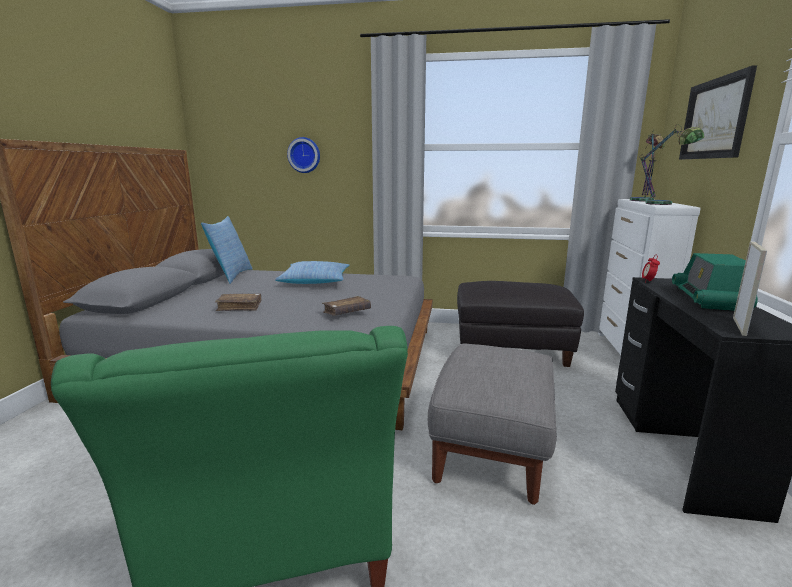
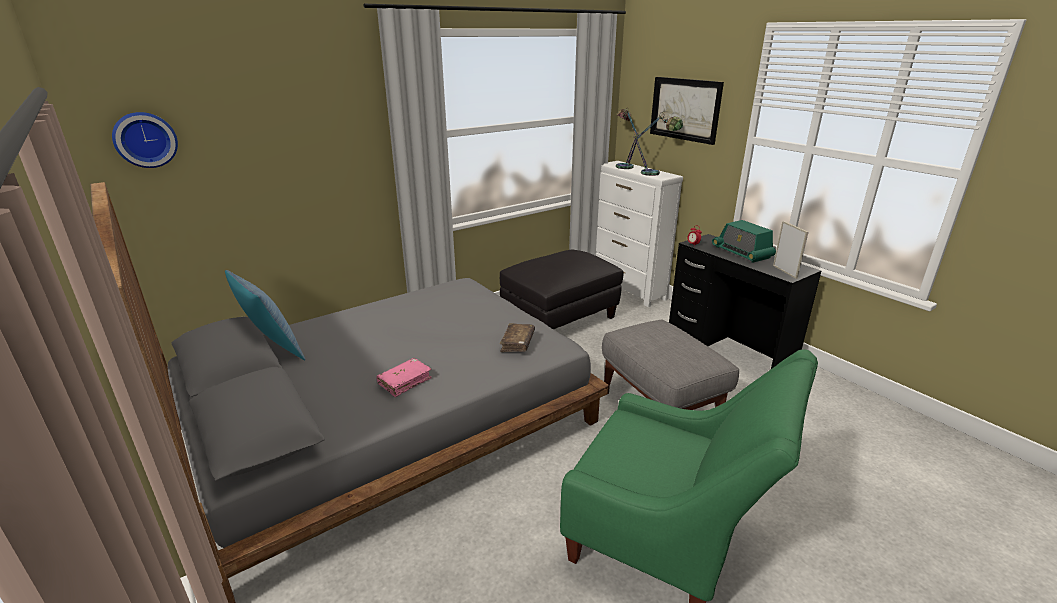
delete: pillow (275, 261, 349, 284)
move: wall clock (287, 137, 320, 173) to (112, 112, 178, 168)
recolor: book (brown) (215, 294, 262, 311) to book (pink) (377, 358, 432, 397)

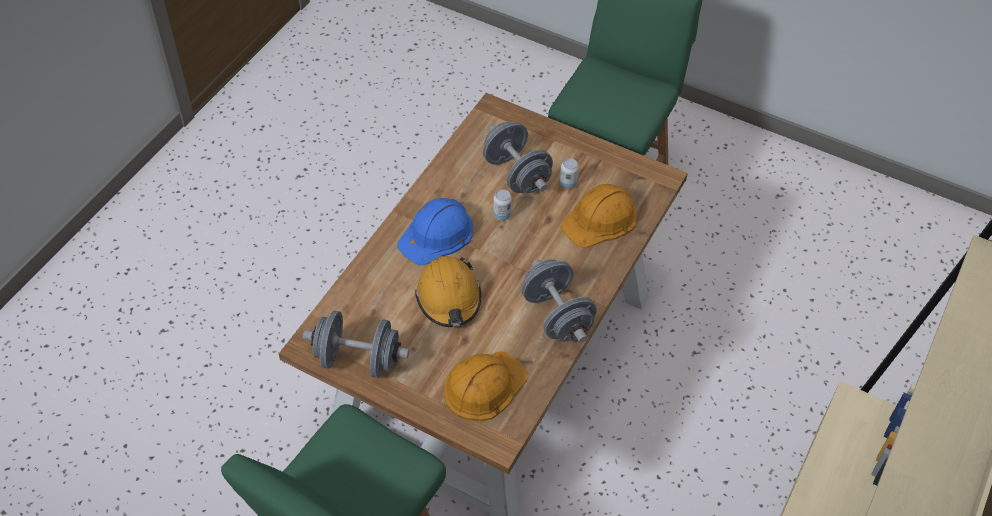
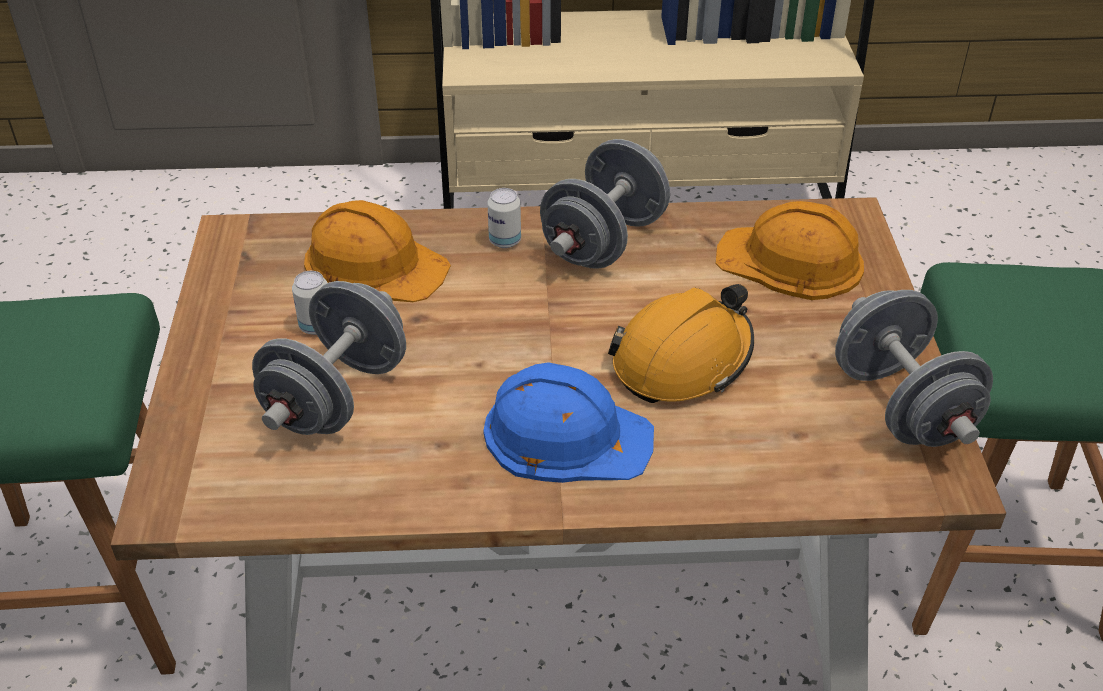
move: can (493, 189, 512, 221) to (487, 188, 521, 248)

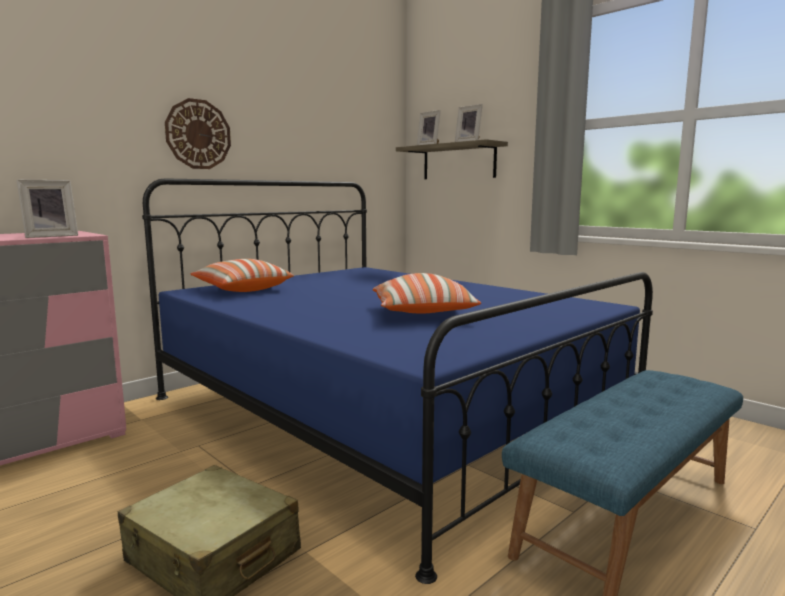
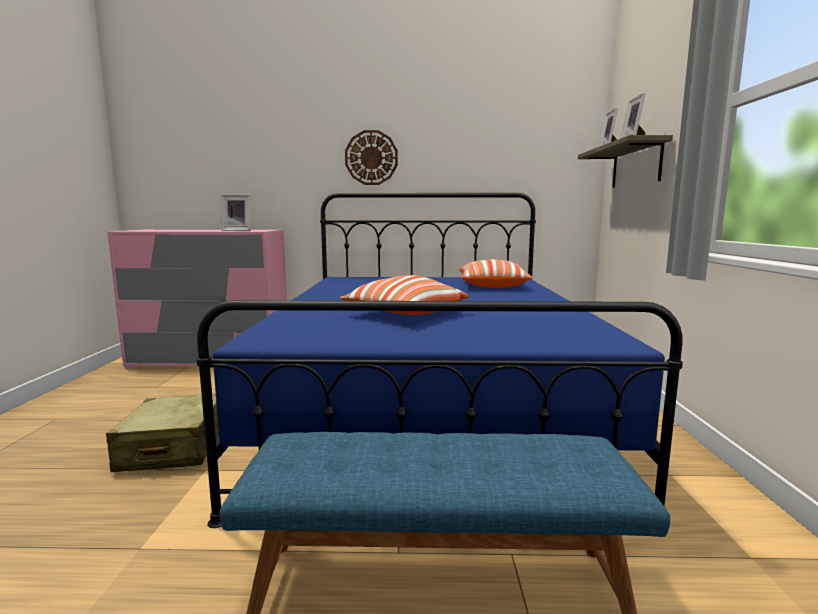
move: pillow (191, 259, 294, 292) to (459, 259, 533, 288)

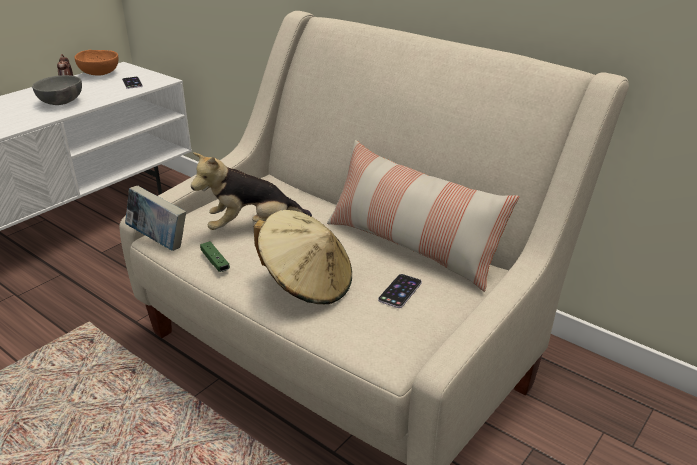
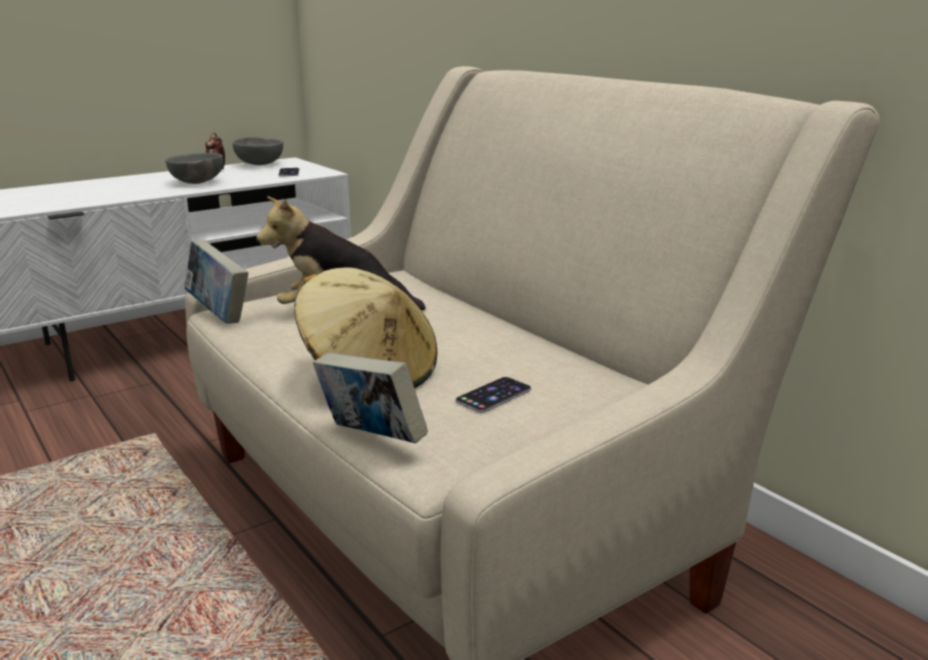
delete: pillow (327, 140, 519, 292); game controller (green) (200, 241, 230, 272)
insert: book (313, 353, 428, 444)
recolor: bowl (orange) (75, 50, 118, 76) to bowl (grey) (233, 137, 283, 165)

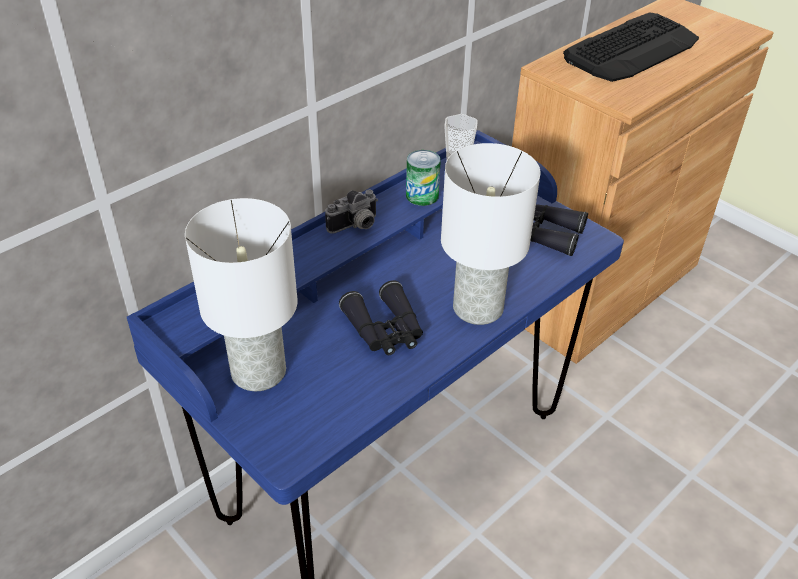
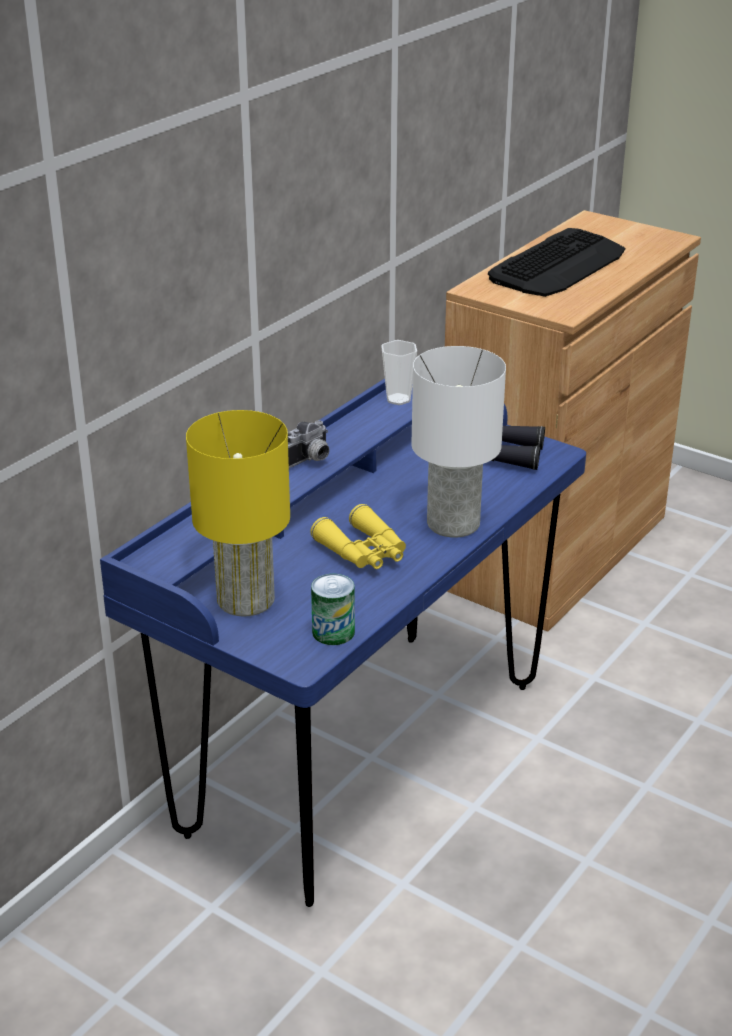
move: can (406, 150, 441, 206) to (311, 574, 355, 645)
recolor: table lamp (white) (185, 198, 298, 391) to table lamp (yellow) (186, 410, 290, 616); binoculars (black) (339, 280, 423, 355) to binoculars (yellow) (311, 504, 406, 569)

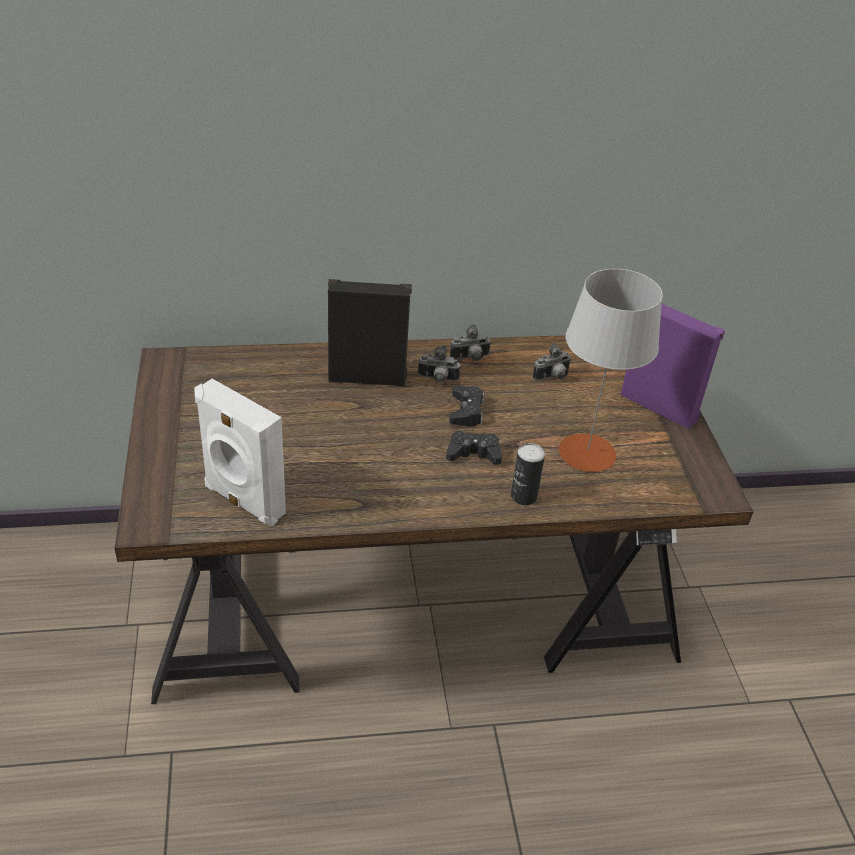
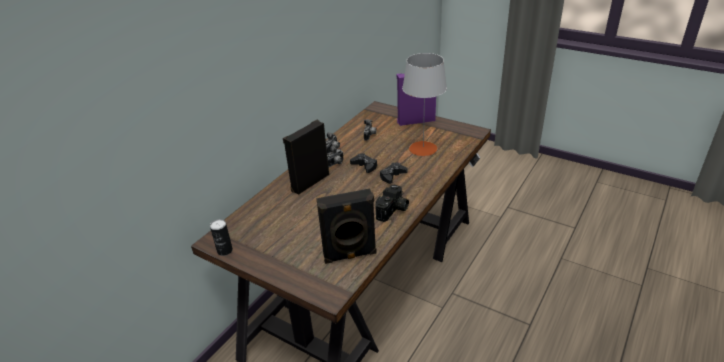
insert: photo camera (375, 184, 409, 222)
move: can (511, 443, 545, 505) to (210, 219, 233, 256)
recolor: speaker (white) (194, 379, 286, 526) to speaker (black) (316, 189, 377, 264)

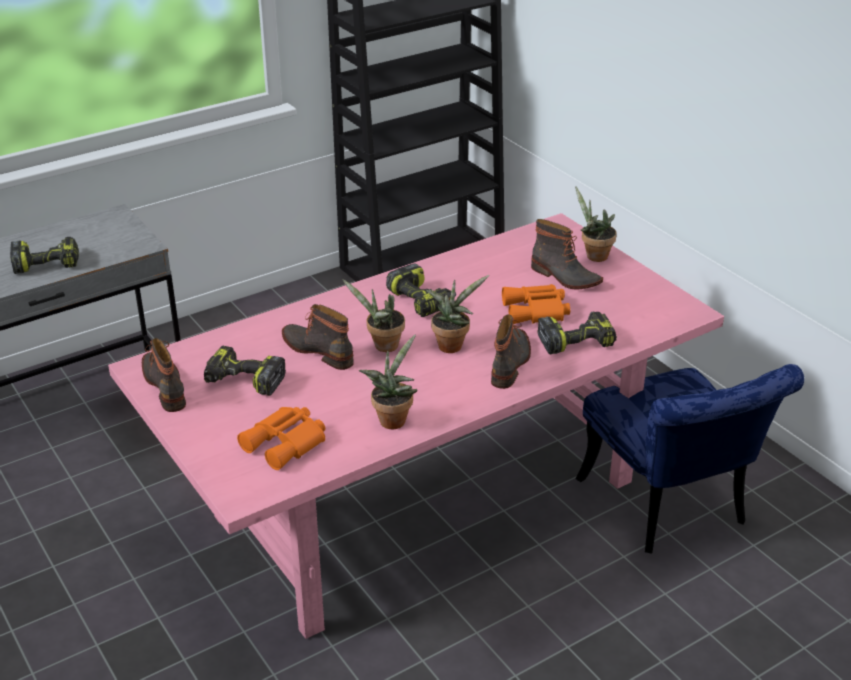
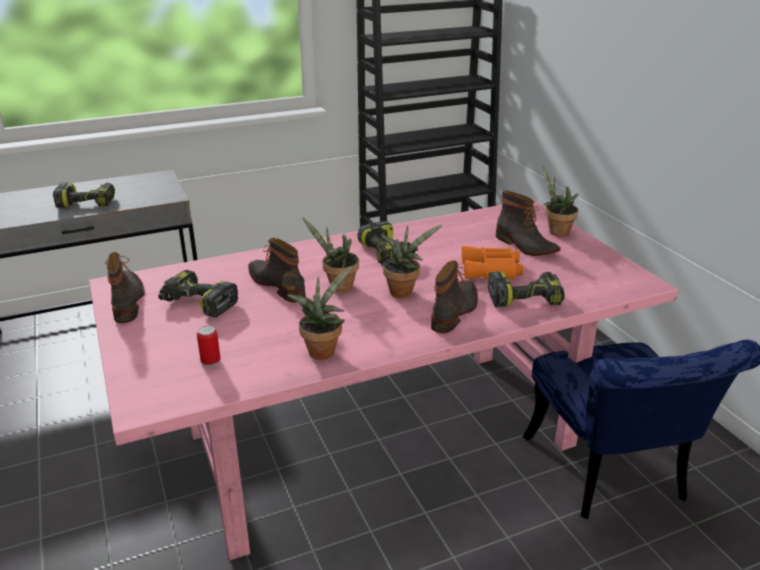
replace: binoculars (orange) (237, 407, 325, 470) to can (197, 325, 220, 367)

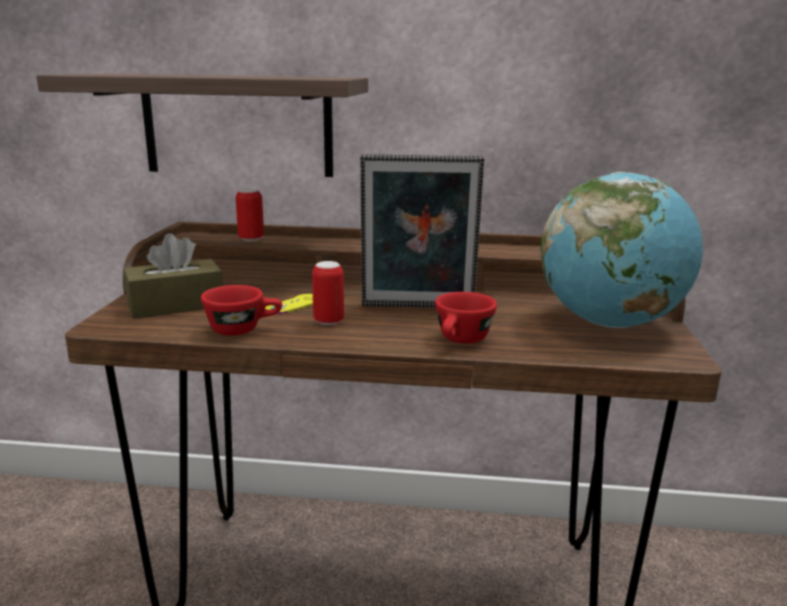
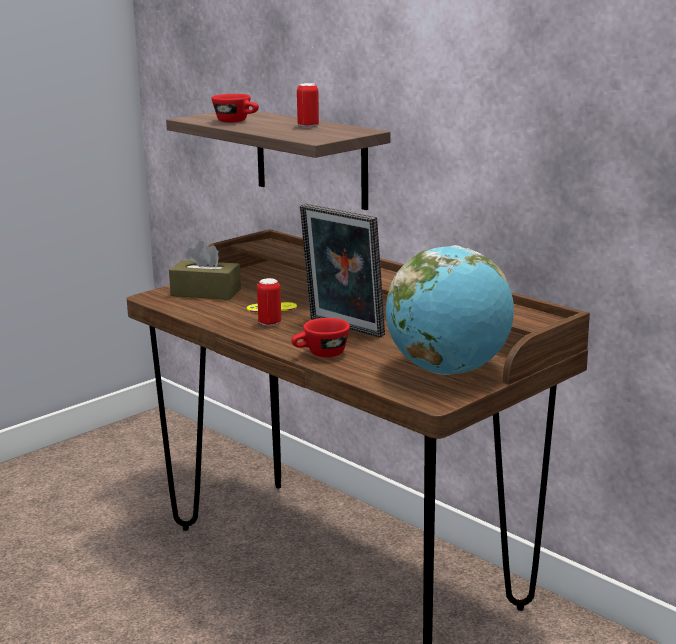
move: can (236, 189, 264, 242) to (297, 83, 319, 128); cup (red) (201, 285, 282, 336) to (211, 94, 259, 123)

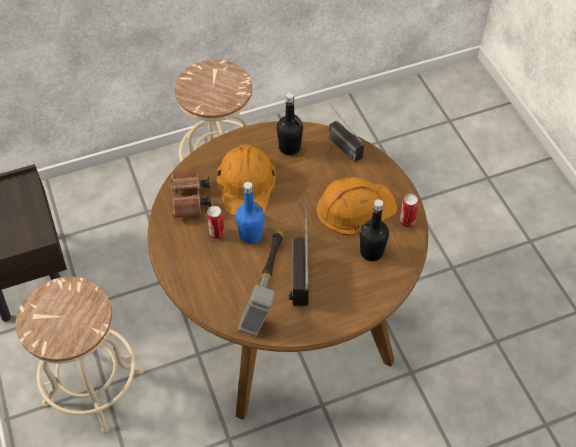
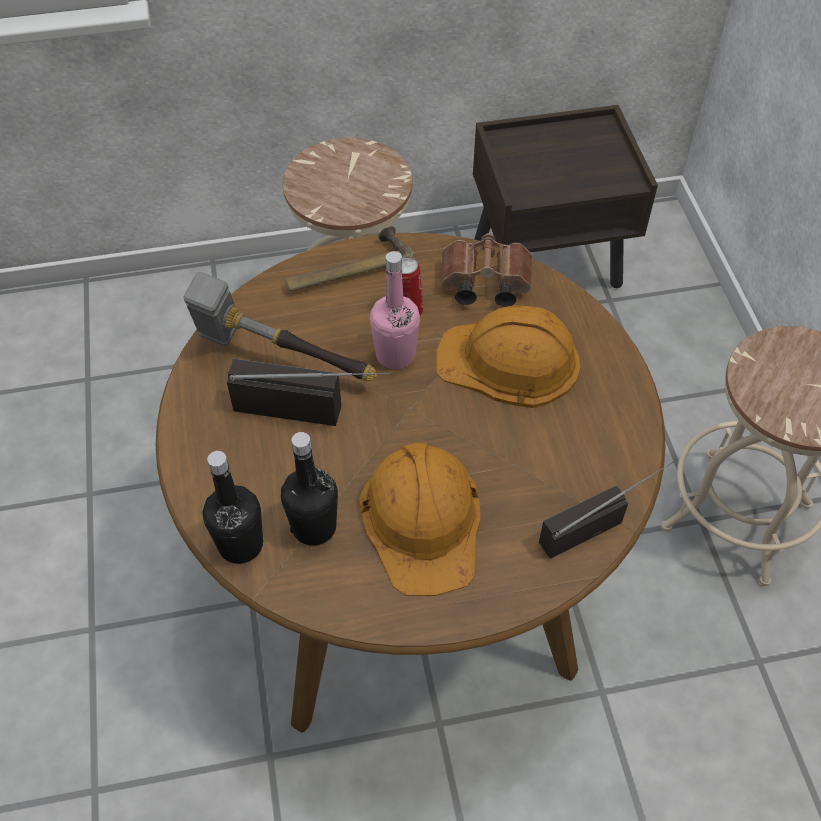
delete: can (400, 194, 419, 227)
insert: hammer (285, 225, 413, 292)
move: bottle (black) (277, 92, 303, 155) to (203, 451, 263, 564)
recolor: bottle (blue) (236, 182, 264, 244) to bottle (pink) (370, 251, 420, 369)

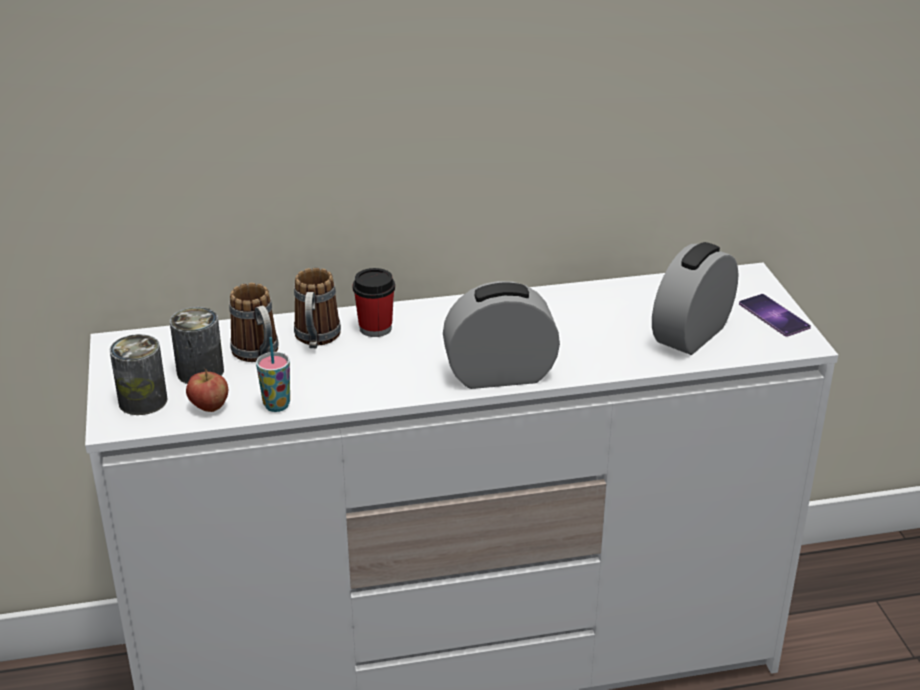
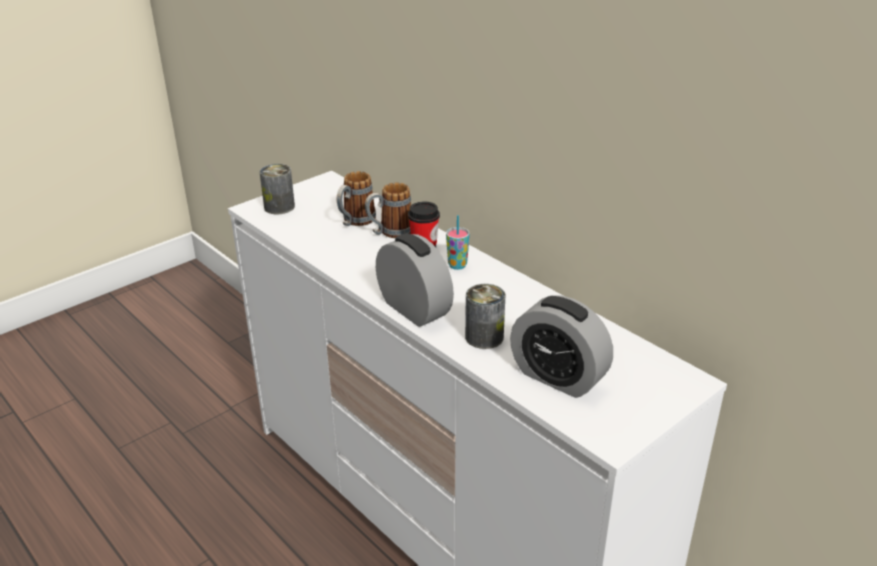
delete: phone (739, 294, 811, 337); apple (186, 369, 228, 412)
move: can (170, 307, 224, 384) to (465, 284, 506, 349); cup (256, 337, 290, 412) to (446, 215, 470, 270)
rotate: alarm clock (652, 242, 739, 355) = (510, 296, 613, 398) 150 degrees counterclockwise

